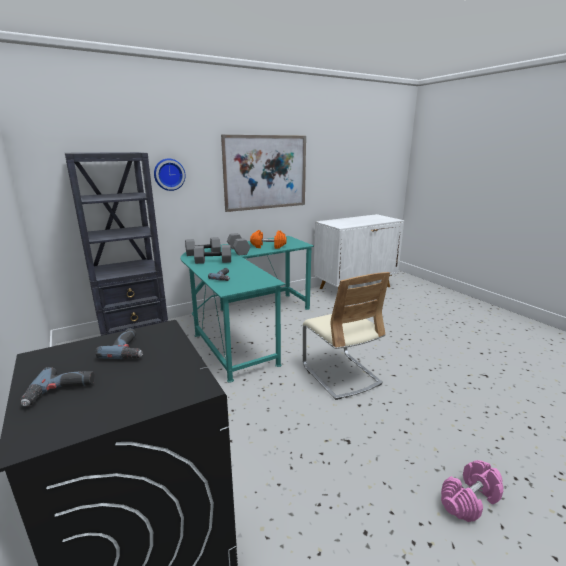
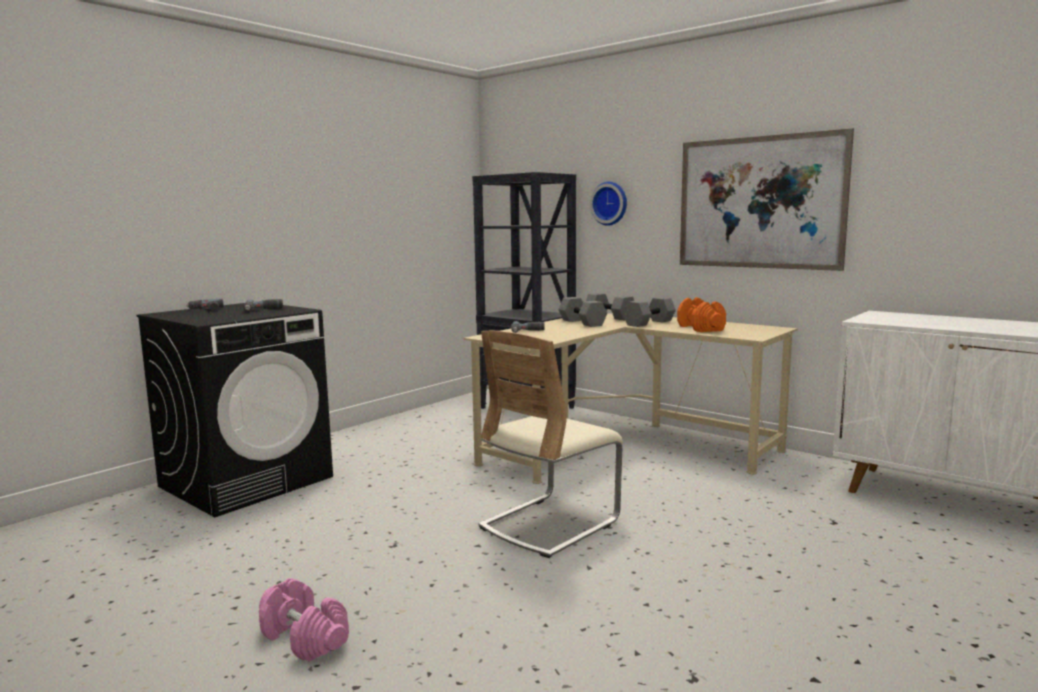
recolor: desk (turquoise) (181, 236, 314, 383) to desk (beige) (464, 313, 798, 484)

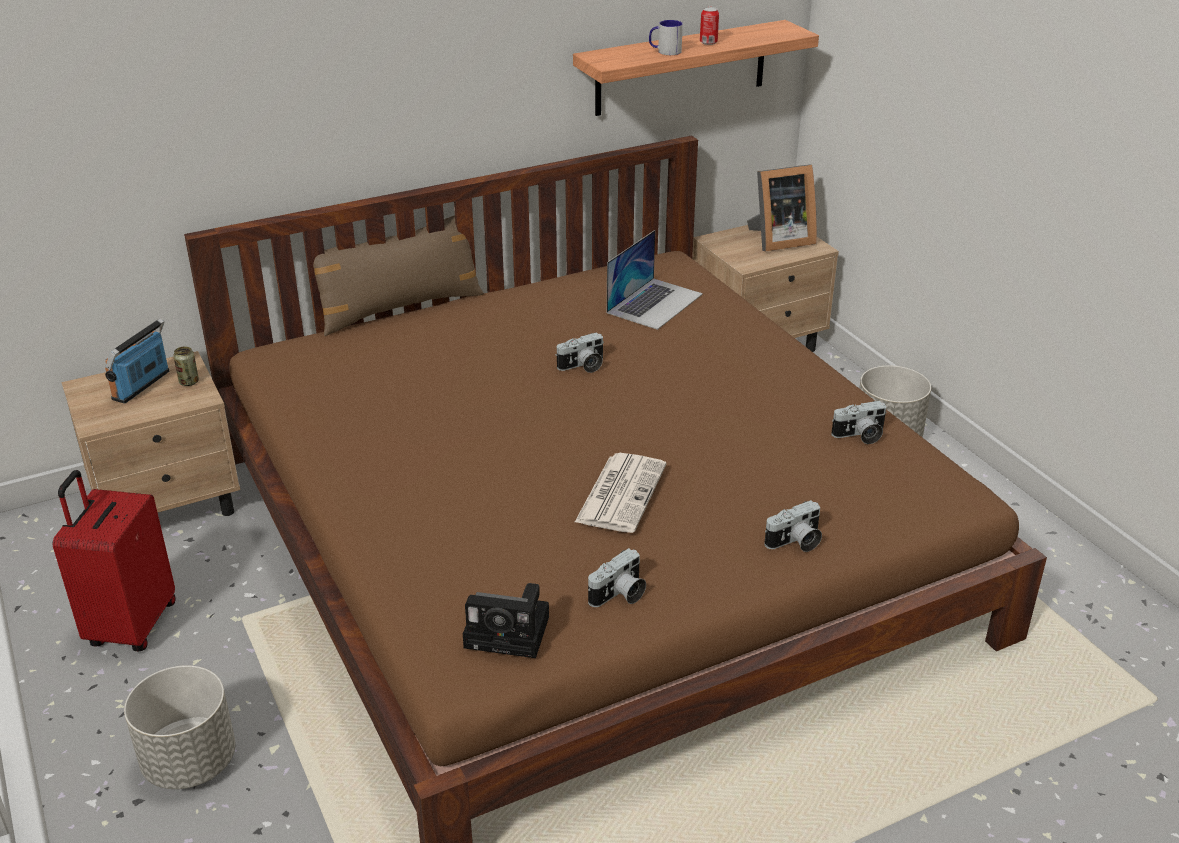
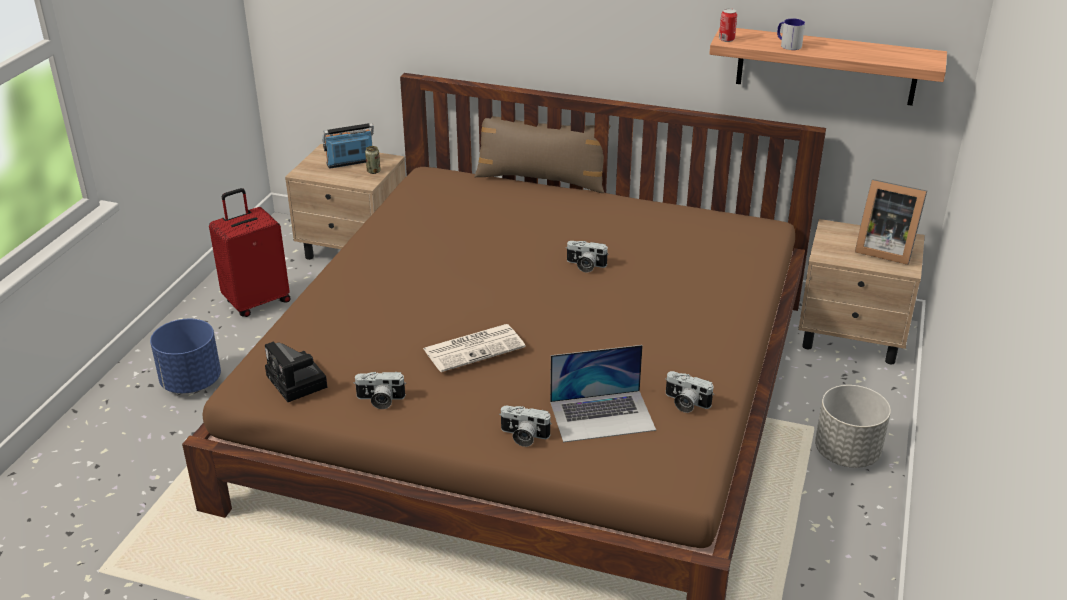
move: can (700, 7, 719, 45) to (719, 8, 737, 42); laptop (607, 230, 703, 330) to (550, 345, 656, 442)
recolor: planter (grey) (124, 665, 236, 789) to planter (blue) (150, 319, 221, 393)

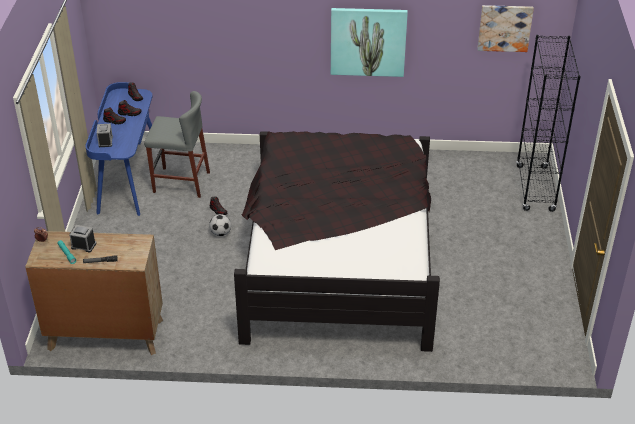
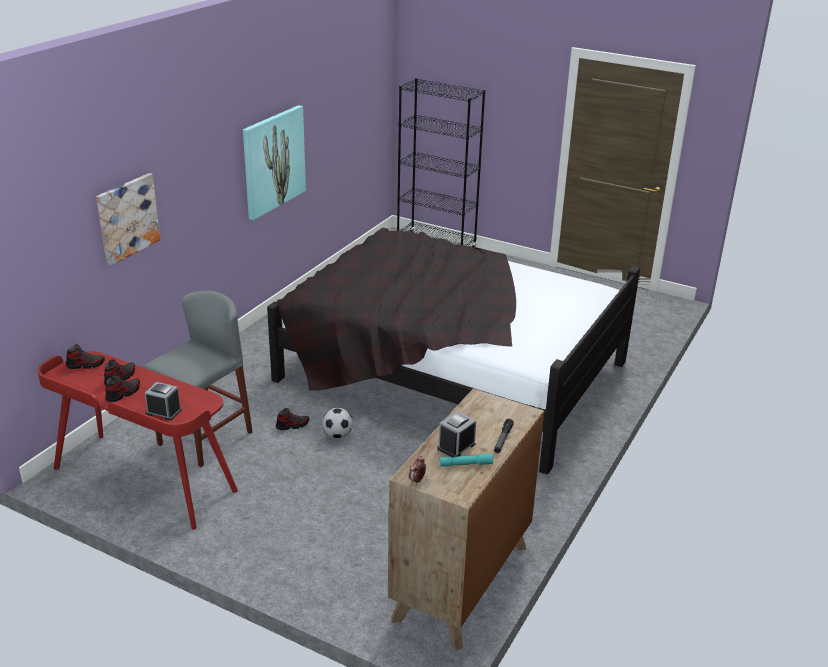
move: picture (477, 5, 534, 52) to (96, 173, 160, 266)
recolor: desk (blue) (85, 82, 153, 216) to desk (red) (38, 351, 238, 530)

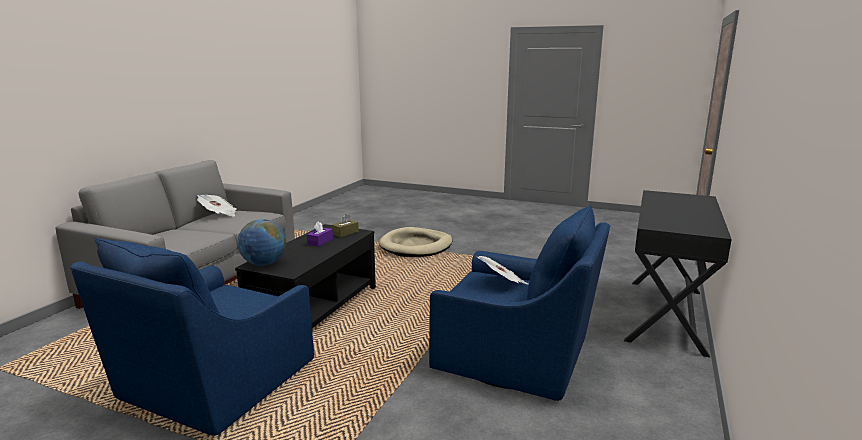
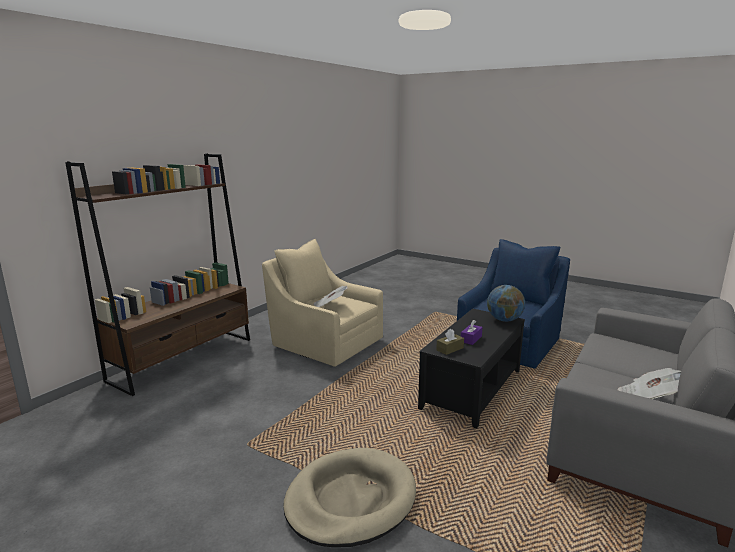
replace: desk (black) (624, 190, 732, 358) to bookcase (brown) (65, 153, 250, 396)
recolor: armchair (blue) (429, 205, 610, 401) to armchair (beige) (262, 239, 383, 367)

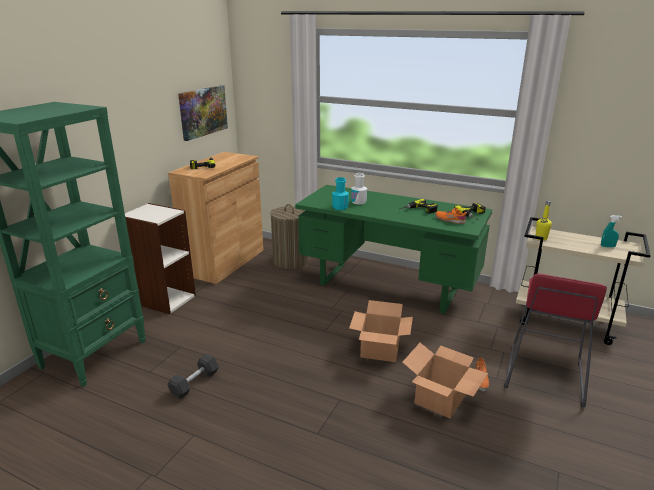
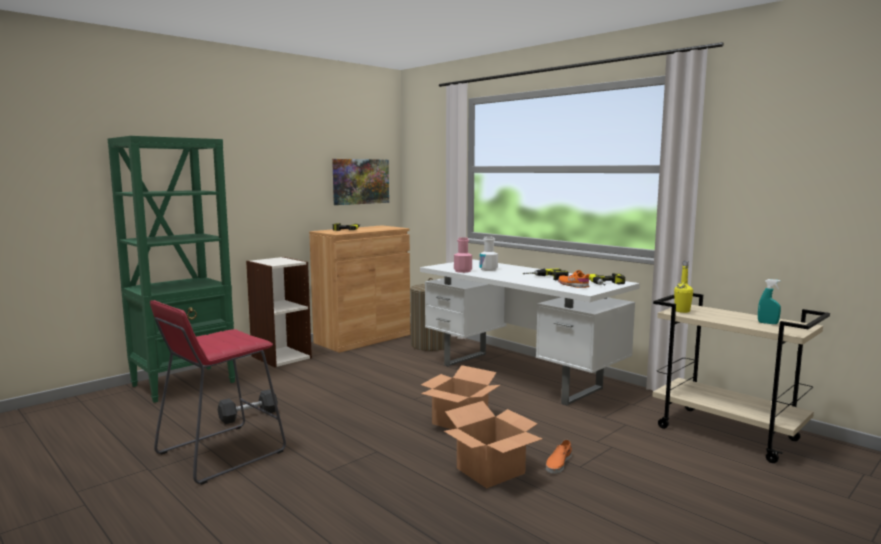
move: stool (red) (504, 273, 607, 407) to (150, 300, 286, 485)
recolor: bottle (turquoise) (332, 177, 349, 210) to bottle (pink) (454, 237, 472, 273); desk (green) (295, 185, 492, 314) to desk (white) (420, 259, 640, 406)

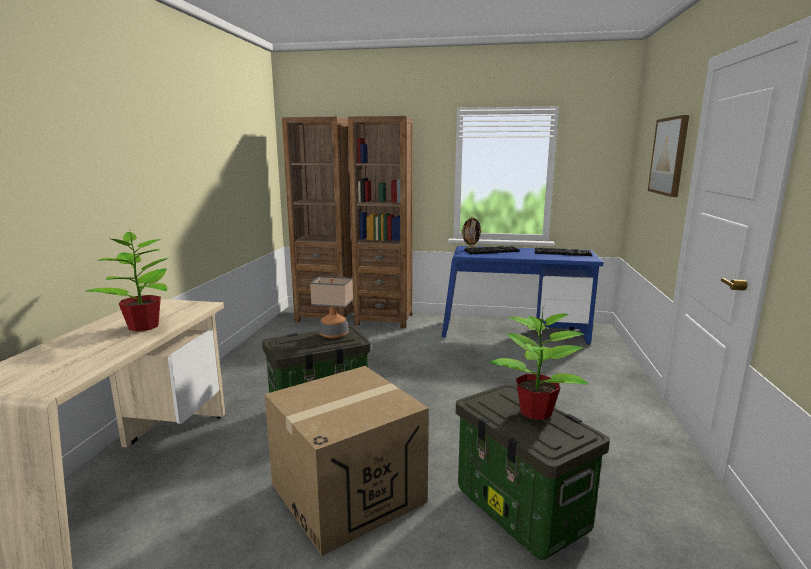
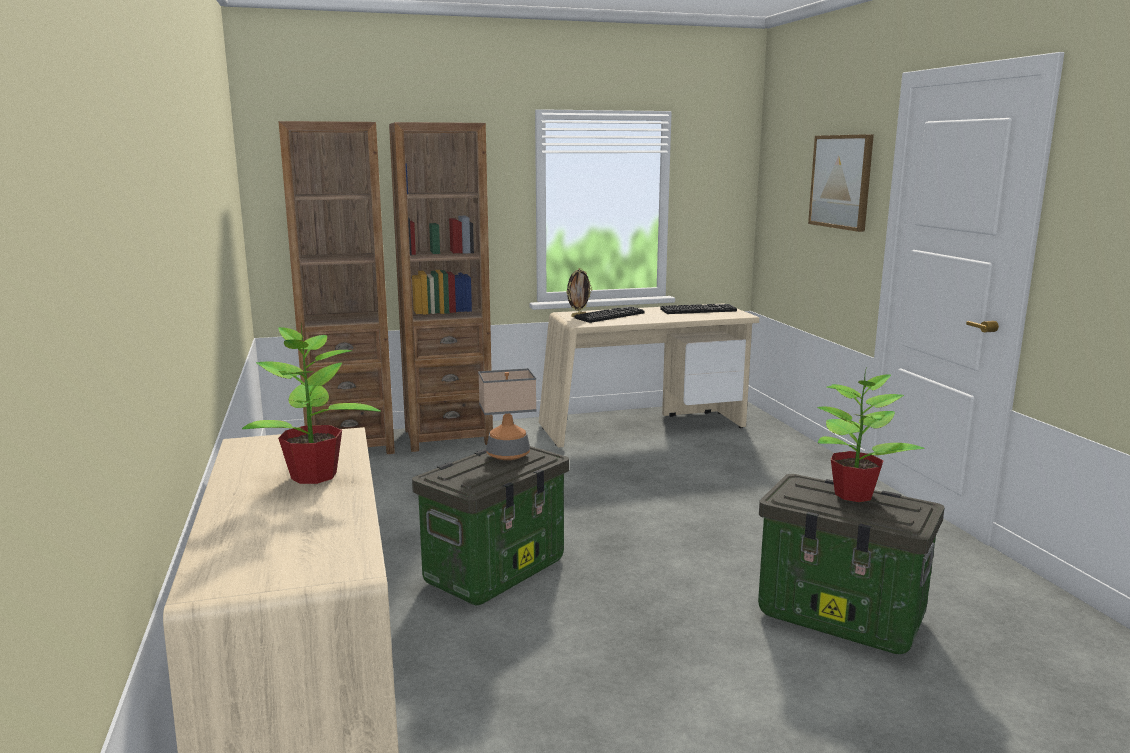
delete: cardboard box (265, 366, 429, 556)
recolor: desk (blue) (442, 246, 604, 344) to desk (beige) (539, 303, 759, 448)

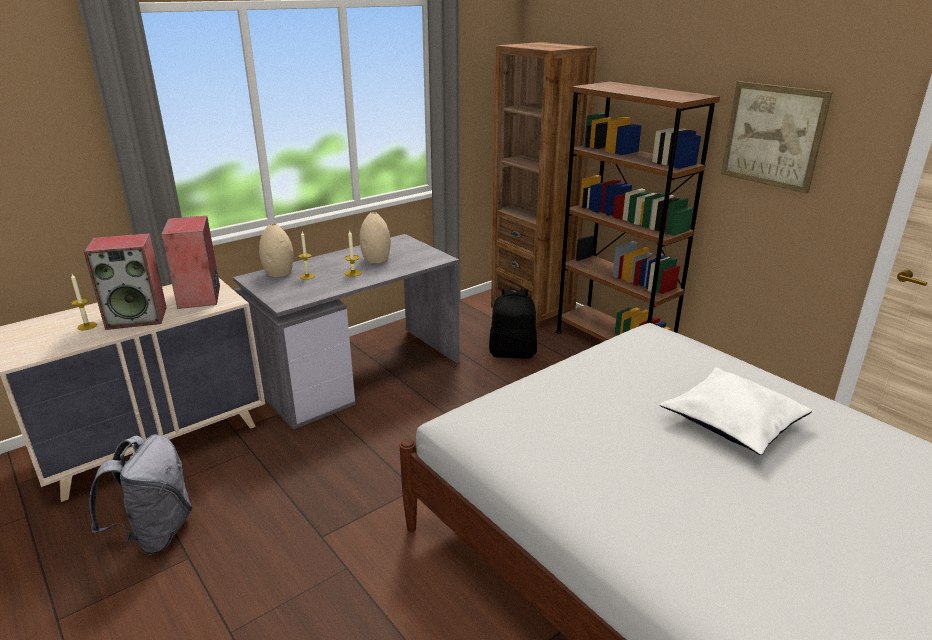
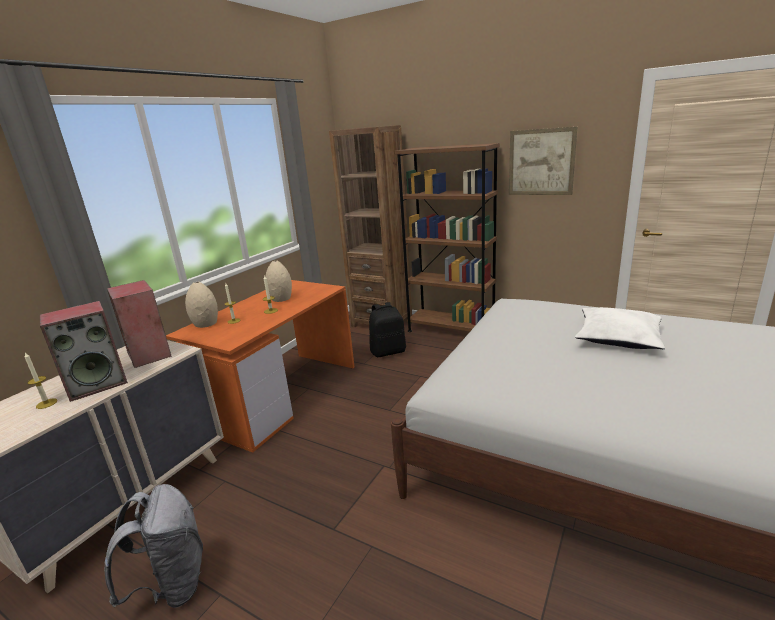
recolor: desk (grey) (233, 234, 460, 430) to desk (orange) (166, 280, 355, 453)

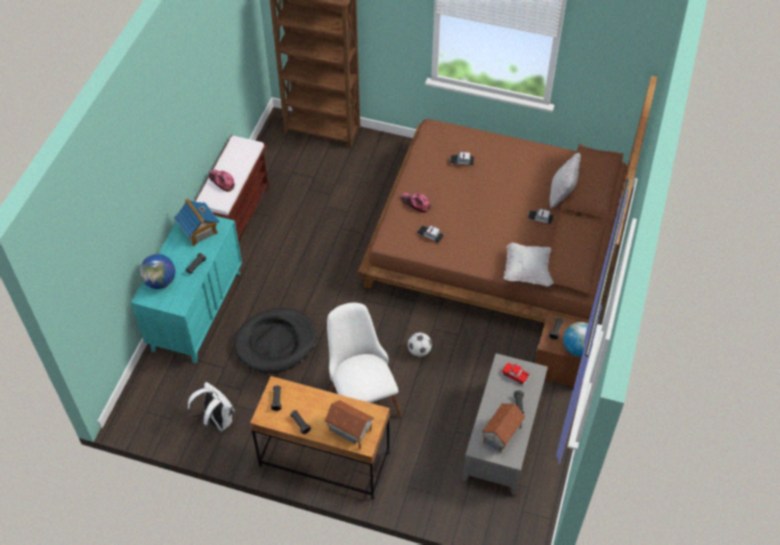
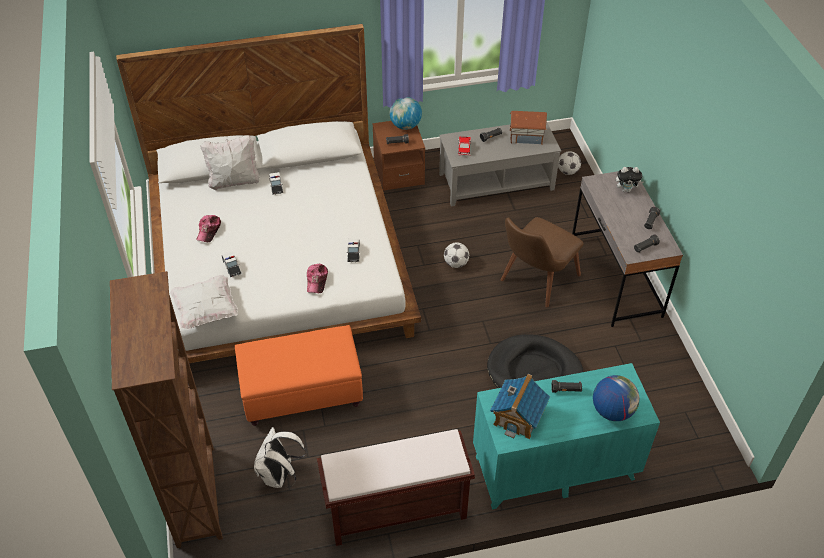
insert: football (558, 151, 581, 175); ottoman (orange) (235, 325, 363, 426)
move: cap (209, 169, 235, 192) to (196, 215, 221, 242); pillow (white) (503, 243, 553, 287) to (170, 275, 238, 330); backpack (white) (188, 382, 235, 433) to (254, 427, 306, 488)
replace: toy house (324, 400, 374, 449) to plush toy (616, 167, 643, 192)
recolor: bed (brown) (358, 76, 658, 323) to bed (white) (116, 24, 421, 363); chair (white) (327, 303, 402, 418) to chair (brown) (501, 217, 584, 307); desk (brown) (250, 376, 390, 499) to desk (grey) (572, 171, 683, 327)

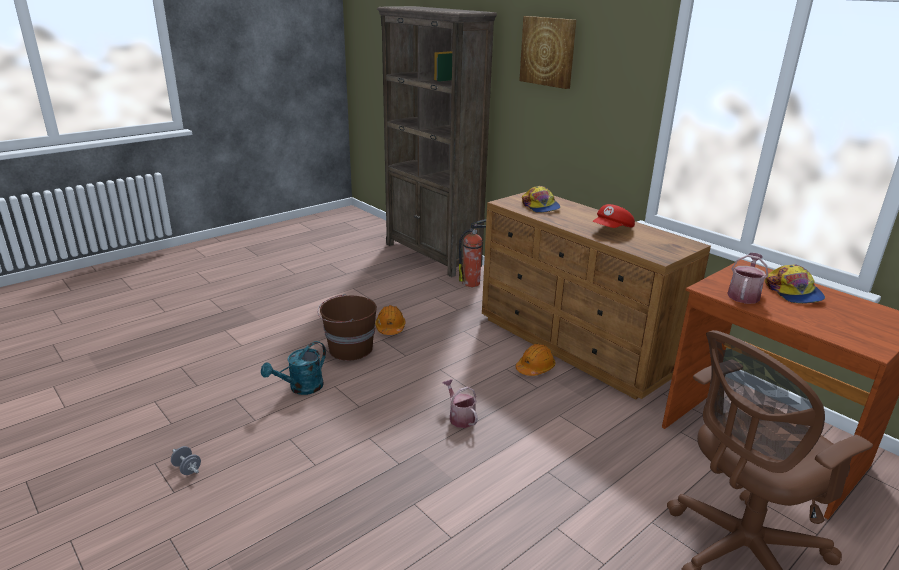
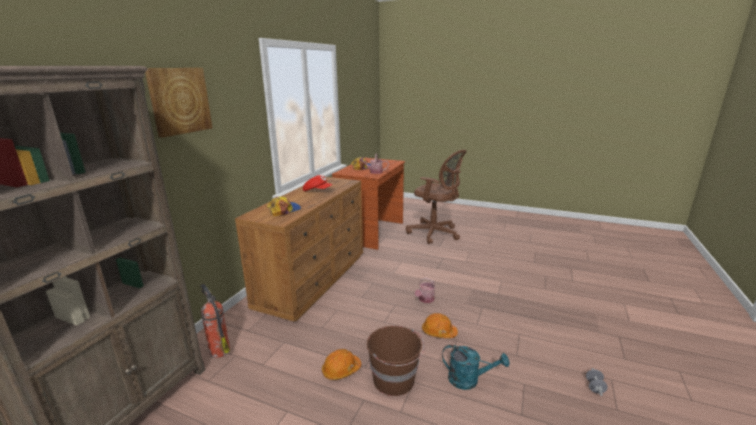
move: hard hat (orange) (515, 344, 555, 376) to (422, 313, 458, 338)

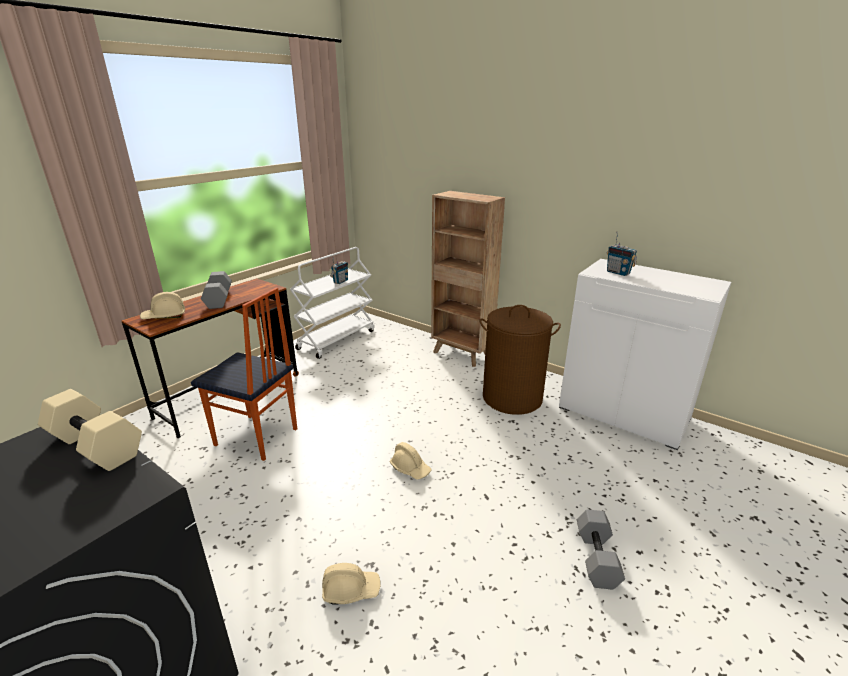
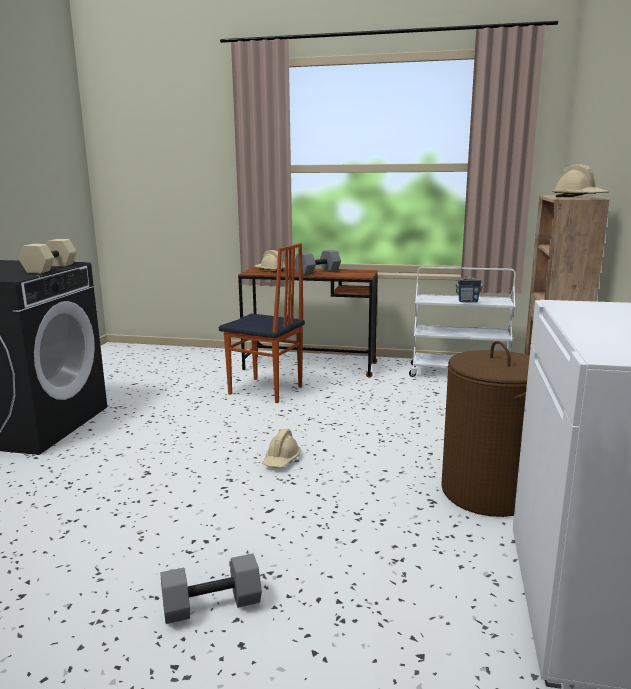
delete: radio (607, 232, 637, 276)
move: hard hat (beige) (322, 563, 381, 604) to (552, 164, 609, 197)
rotate: chair (191, 288, 297, 461) = (219, 243, 305, 403) 60 degrees counterclockwise

